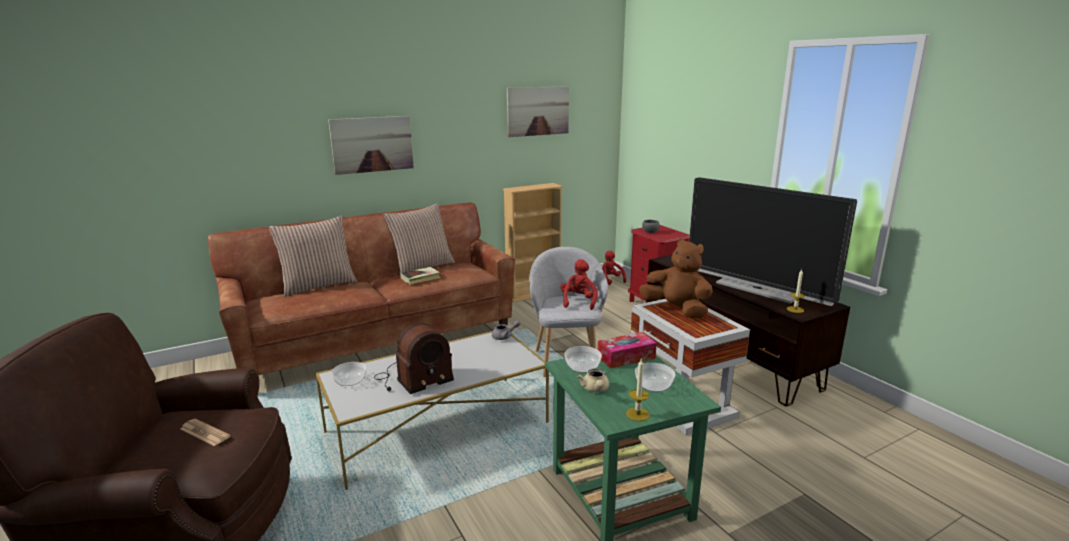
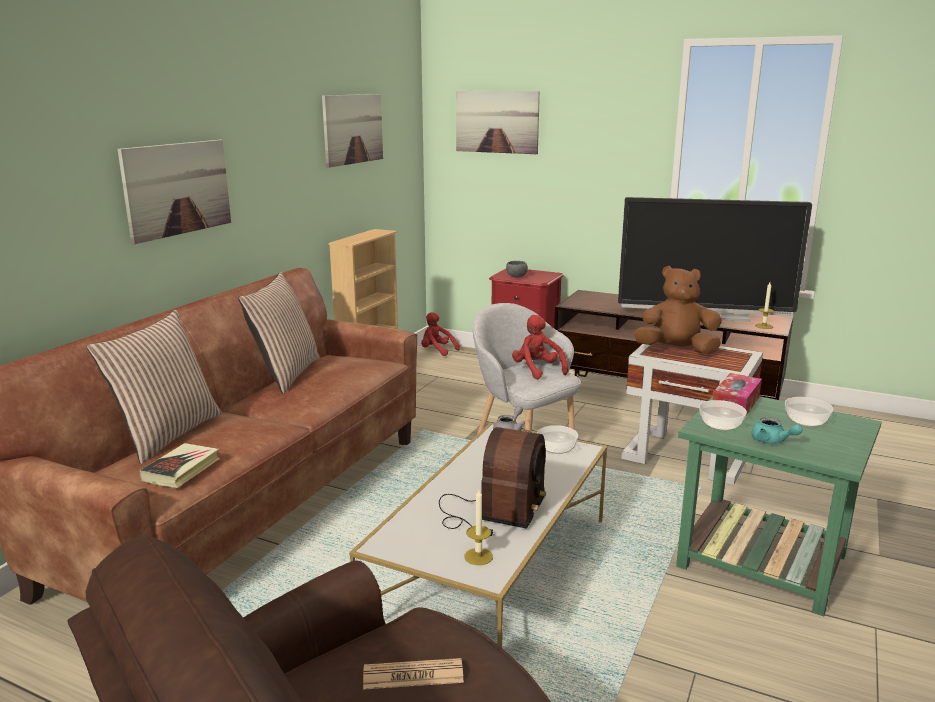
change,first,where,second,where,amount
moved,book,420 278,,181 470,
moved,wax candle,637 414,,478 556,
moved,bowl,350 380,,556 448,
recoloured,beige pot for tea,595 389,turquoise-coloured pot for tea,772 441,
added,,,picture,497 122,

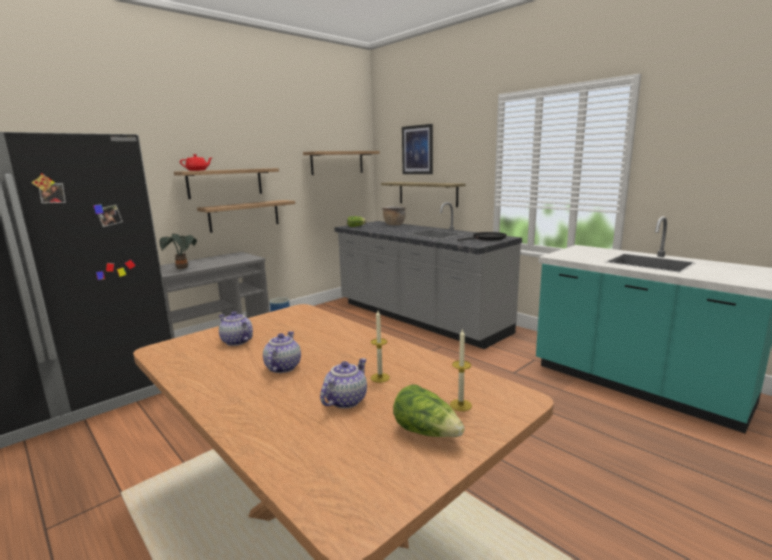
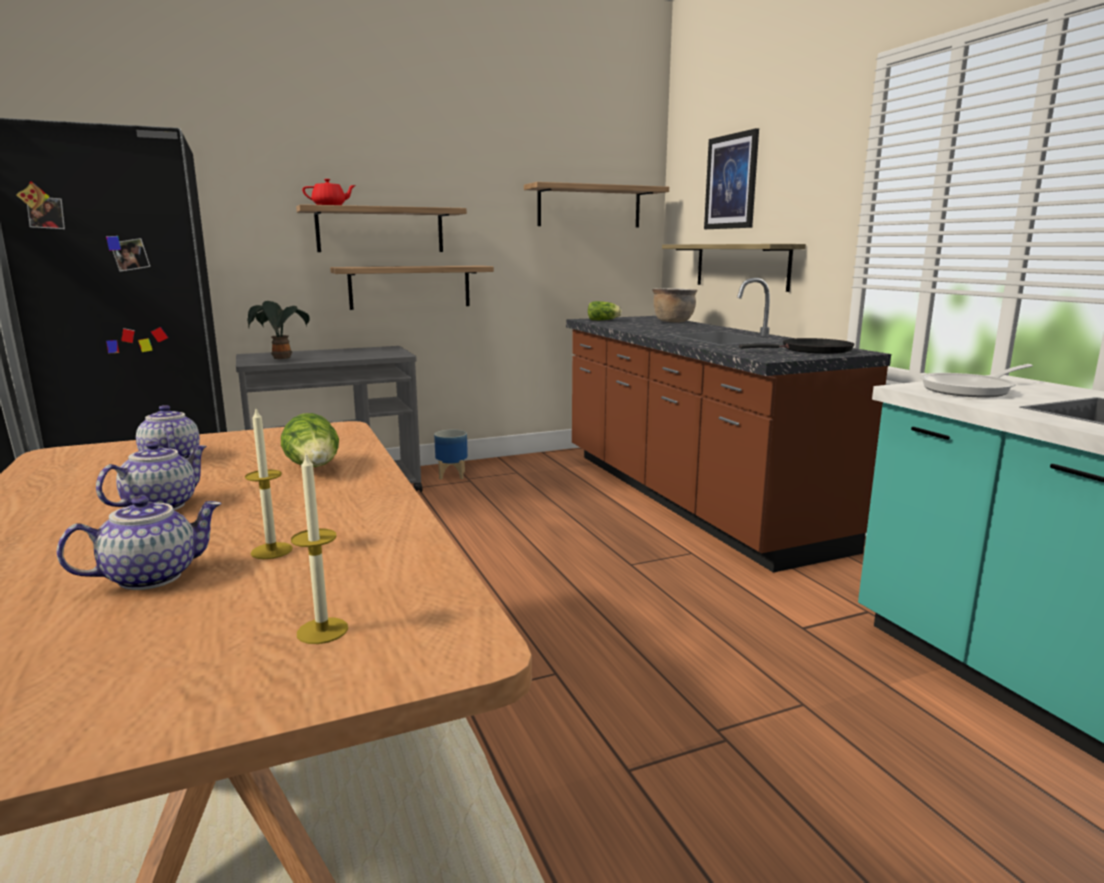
change,first,where,second,where,amount
recoloured,gray counter,418 318,brownish counter,688 498,
moved,lettuce head,427 432,,315 468,
added,,,pan,971 390,

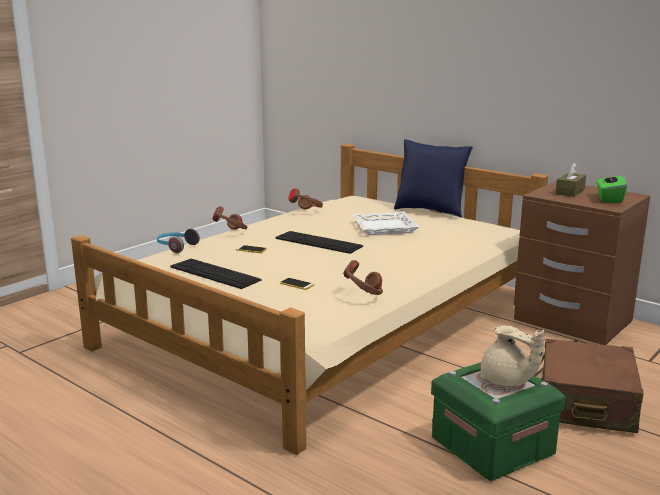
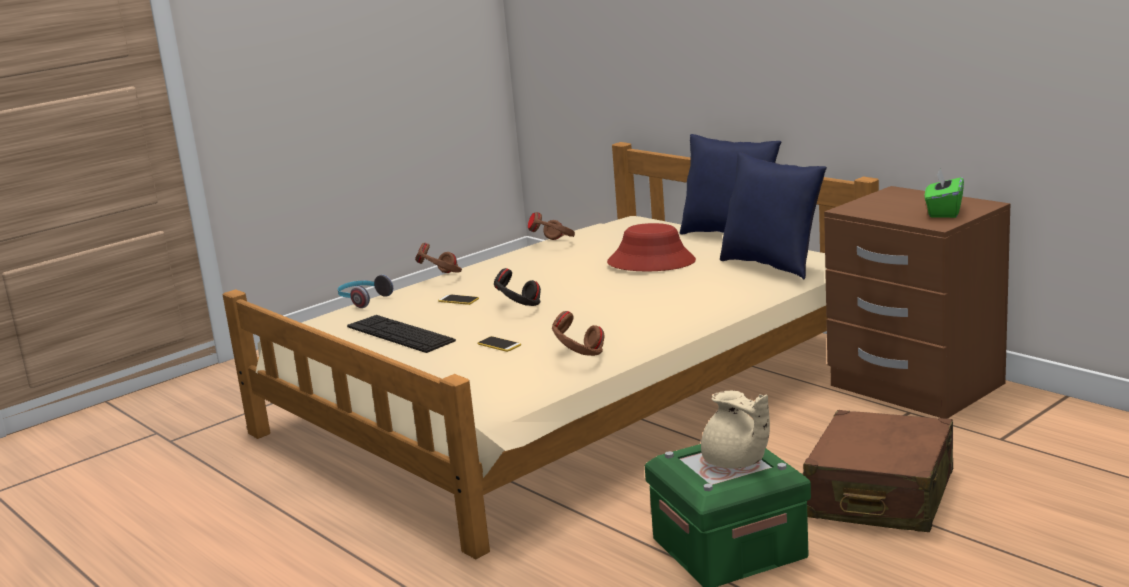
change,first,where,second,where,amount
removed,brownish tissue holder,570 192,,,
replaced,whitish carrying tray,384 227,red-coloured clothing hat,651 262,
removed,PC keyboard,318 242,,,
added,,,bluish cushion,772 265,
added,,,black headphones,519 308,

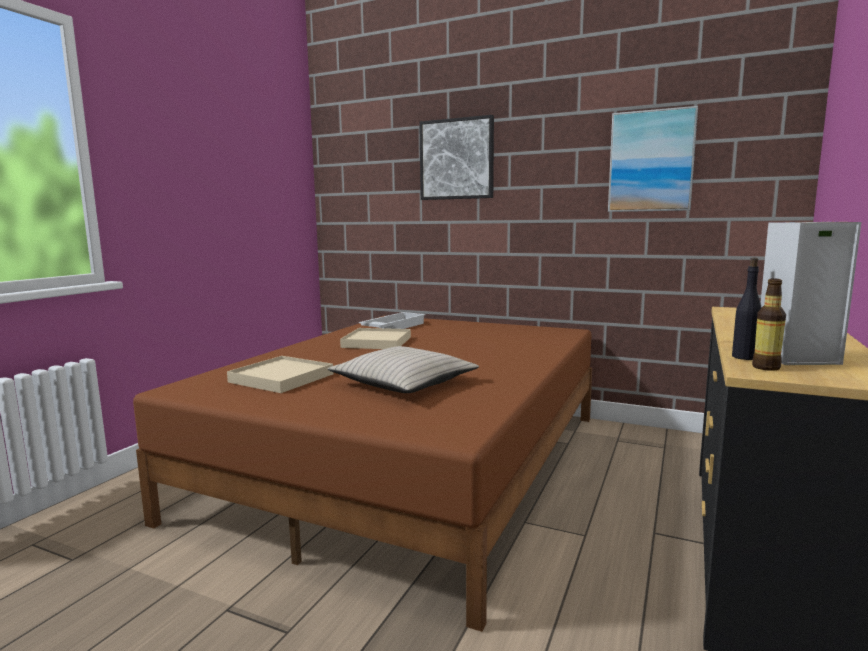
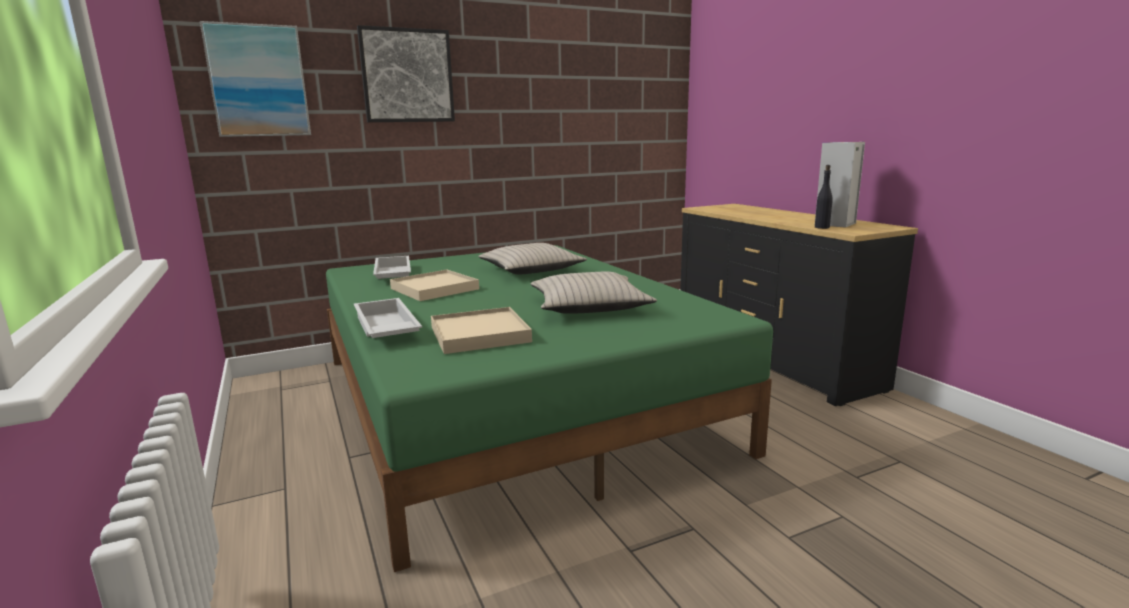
change,first,where,second,where,amount
moved,picture,651 161,,258 81,
removed,beverage bottle,765 367,,,
recoloured,brownish bed,412 462,green bed,510 401,
added,,,beige cushion,531 270,
added,,,whitish carrying tray,385 329,

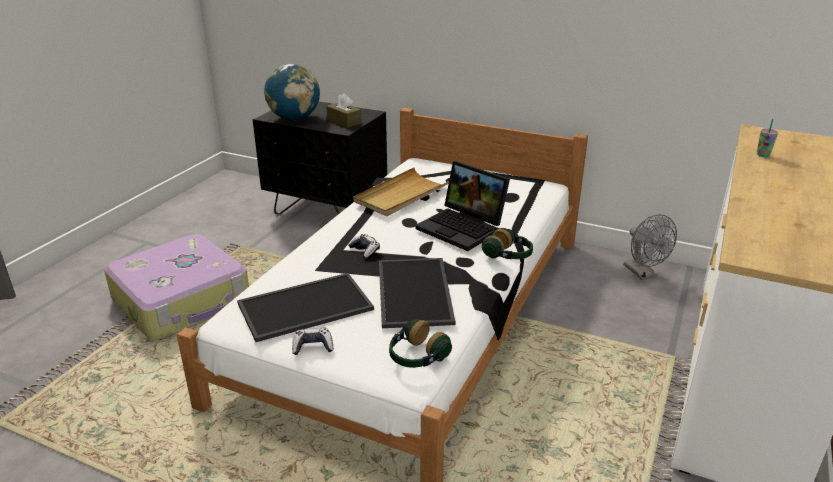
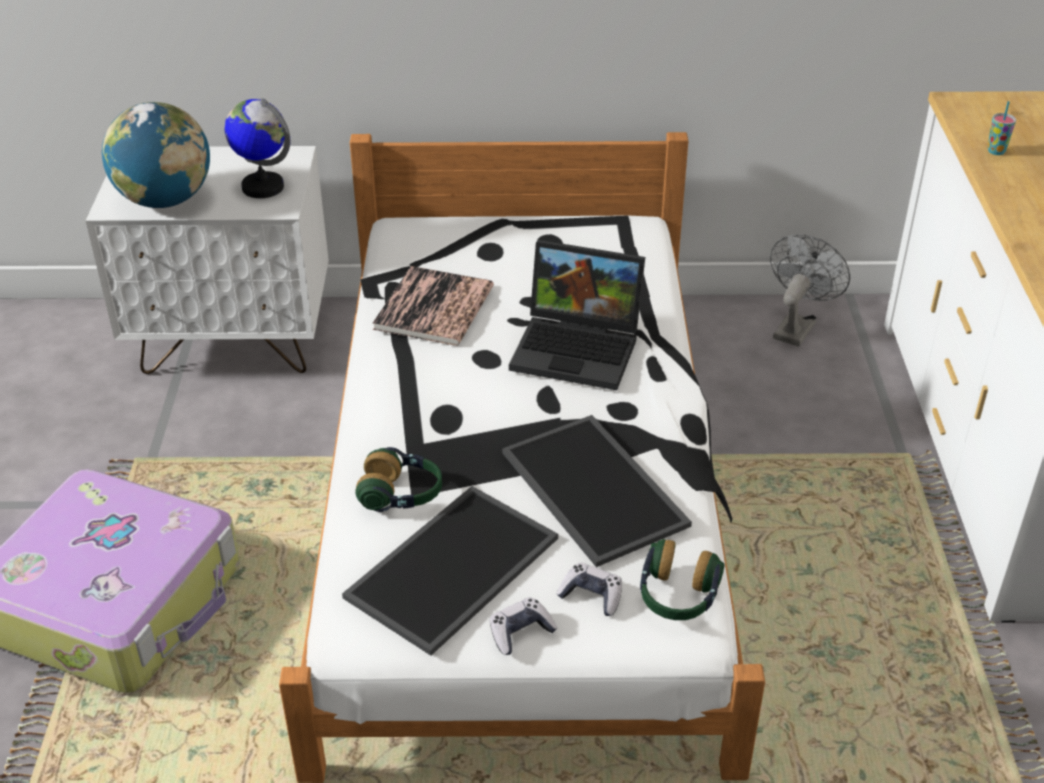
change,first,where,second,where,amount
replaced,brownish tissue holder,344 121,desk globe,263 187,
recoloured,black night table,327 211,whitish night table,234 341,
replaced,beige carrying tray,401 195,book,434 308,
turned,gray fan,643 274,,796 326,105 degrees counterclockwise
moved,headphones,508 256,,401 495,
moved,gamepad,365 250,,591 596,

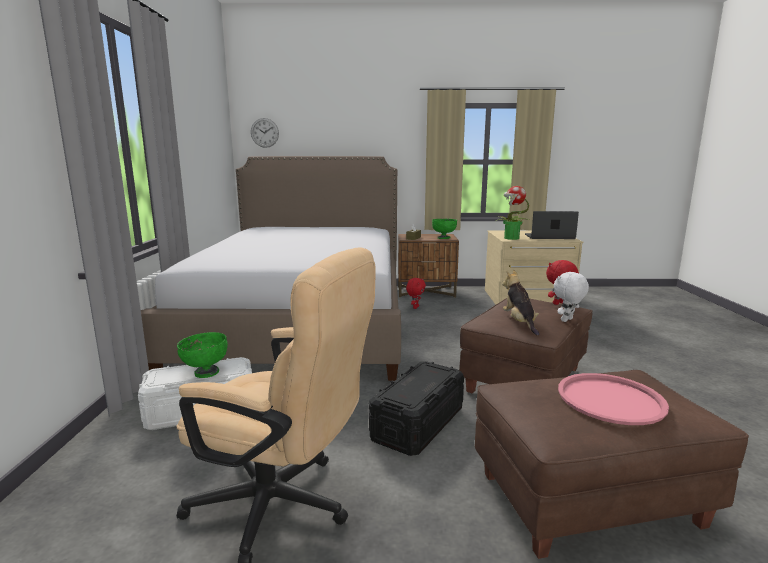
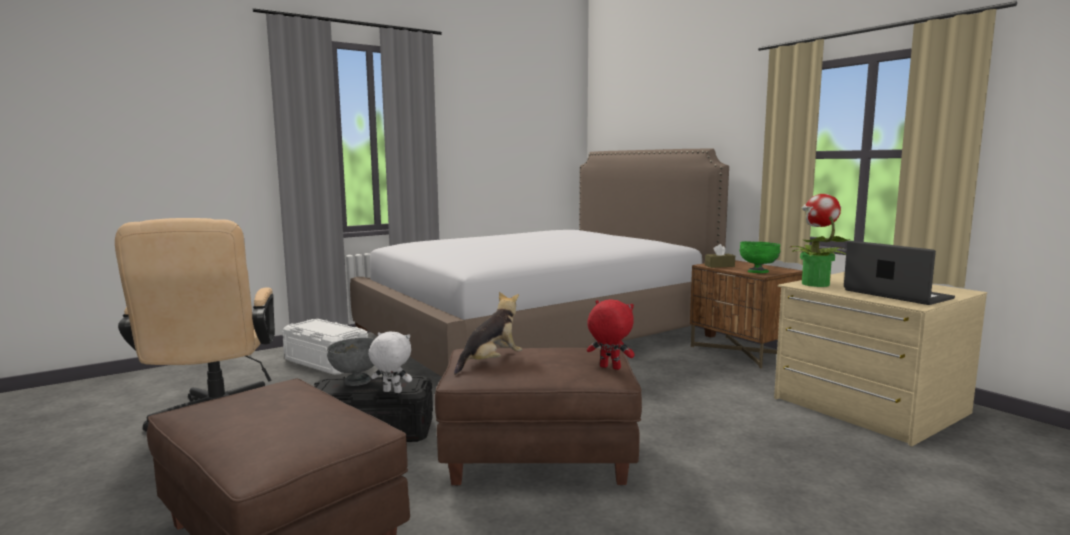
change,first,where,second,where,amount
removed,clock on the wall,264 132,,,
moved,whitish cuddly toy,567 320,,391 392,
removed,red-coloured cuddly toy,415 307,,,
removed,green bowl,206 373,,,
removed,pink carrying tray,610 399,,,
added,,,gray bowl,356 381,

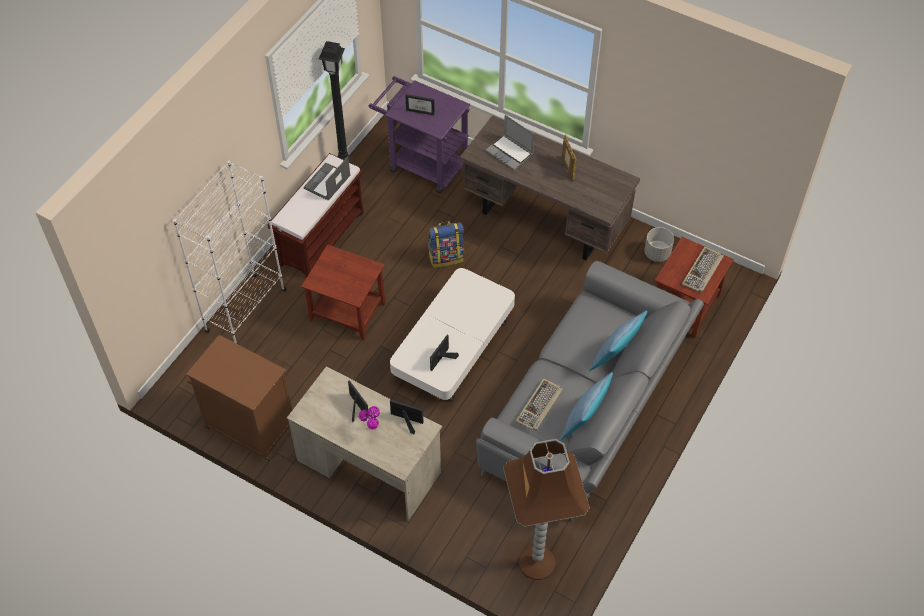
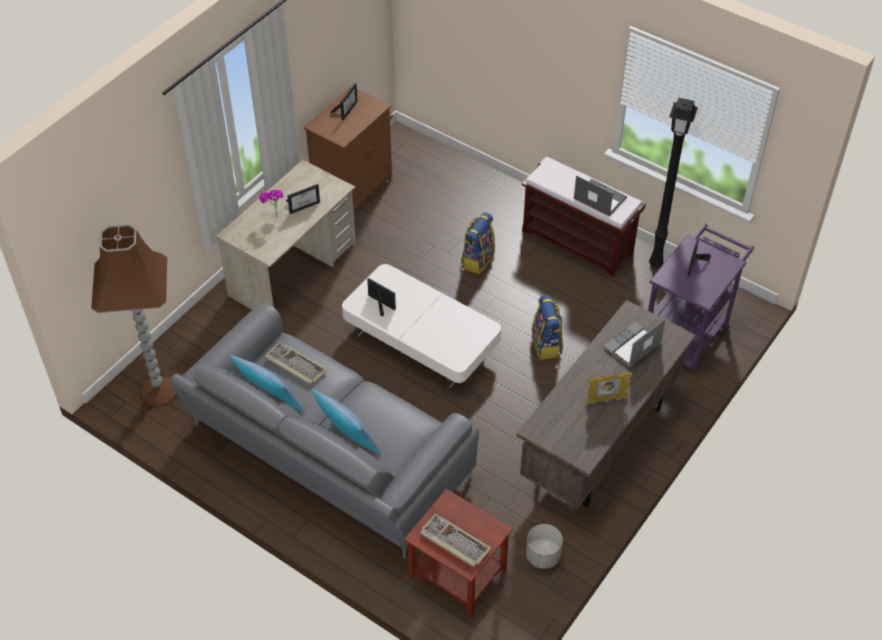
change,first,where,second,where,amount
removed,whitish bookcase,245 311,,,
replaced,brownish accent table,347 312,rucksack,477 259,
moved,picture frame,405 421,,347 109,

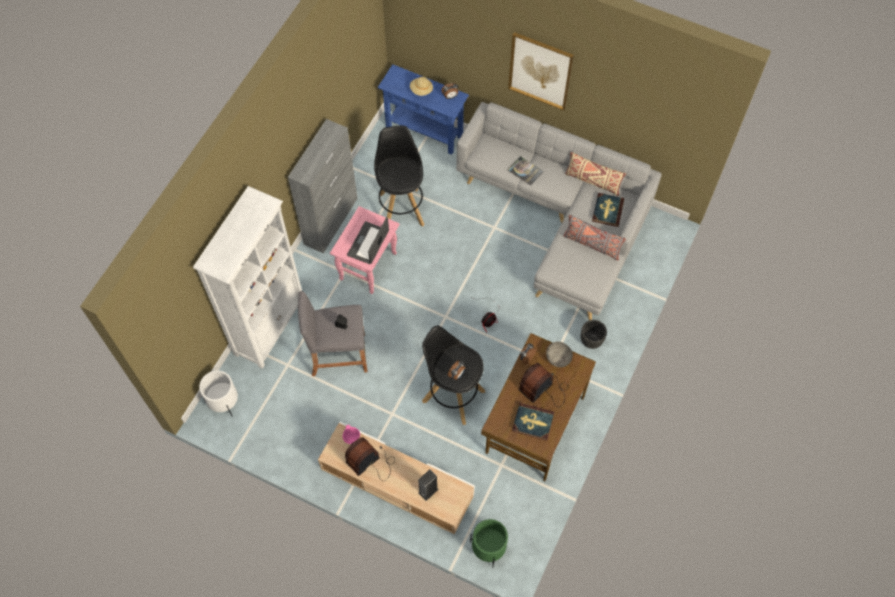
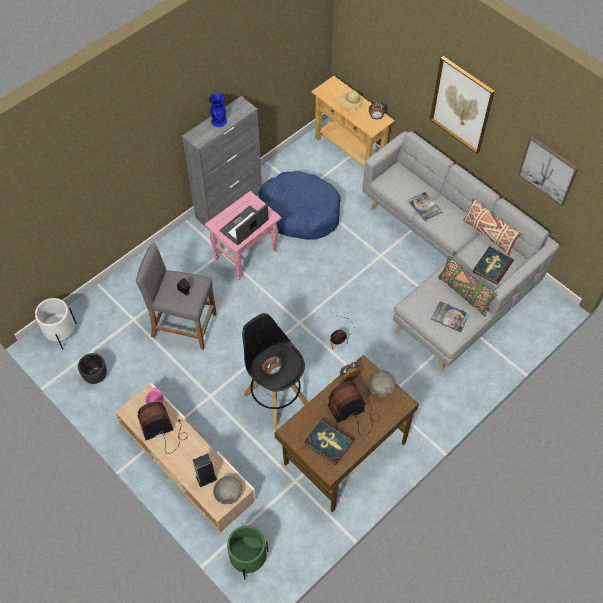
change,first,where,second,where,amount
recoloured,bluish console table,424 131,beige console table,349 151,
replaced,black stool,401 208,bluish dog cushion,299 212,
removed,whitish bookcase,270 326,,,
recoloured,gray cushion,592 244,green cushion,464 293,
moved,black plant pot,590 341,,95 376,
added,,,bluish vase,219 121,
added,,,picture,548 170,
added,,,book,450 317,
added,,,gray bowl,228 493,

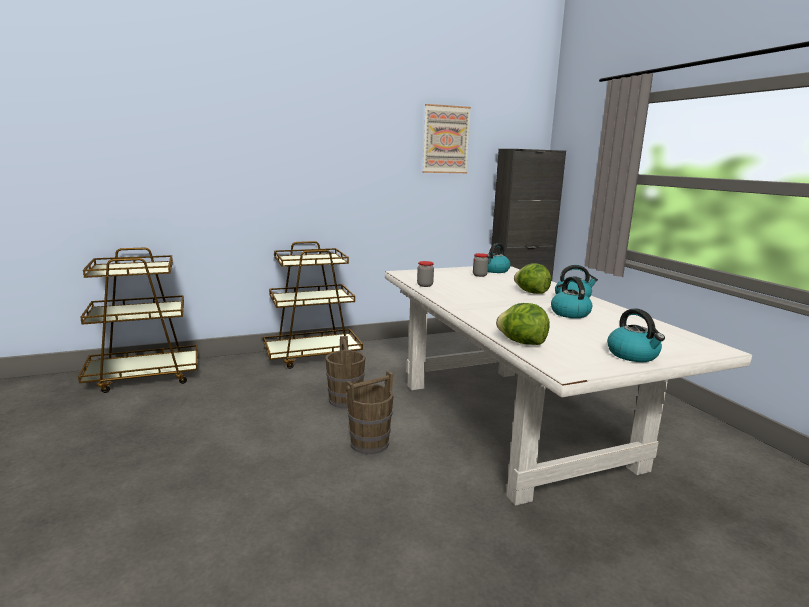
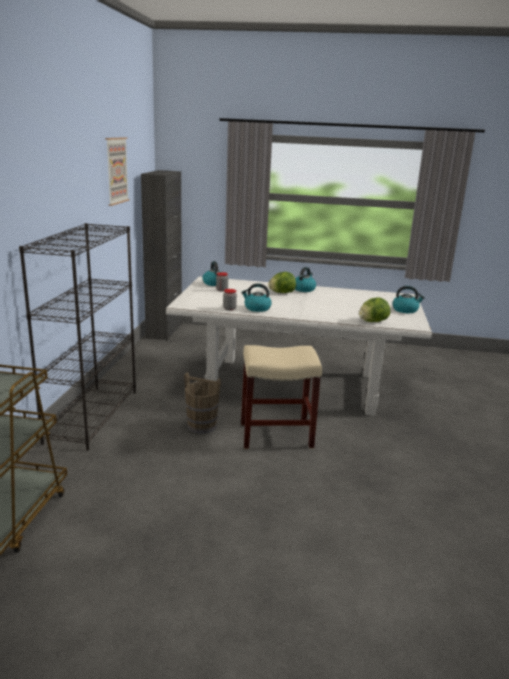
change,first,where,second,where,amount
replaced,brownish trolley,313 355,black bookcase,92 415,
moved,water kettle,569 313,,257 308,
replaced,brownish pail,369 443,beige stool,275 435,

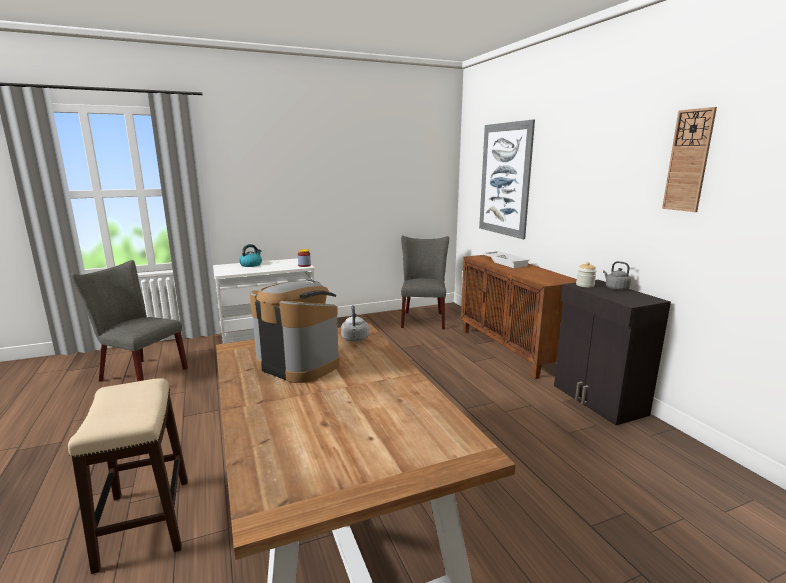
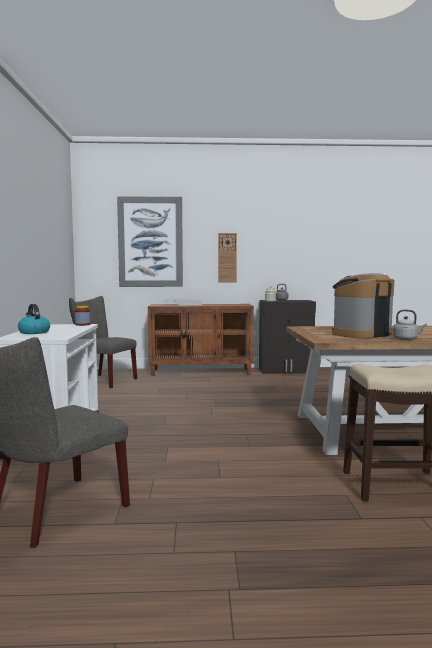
change,first,where,second,where,amount
moved,clock on the wall,688 161,,227 258,
moved,gray water kettle,355 339,,406 339,

